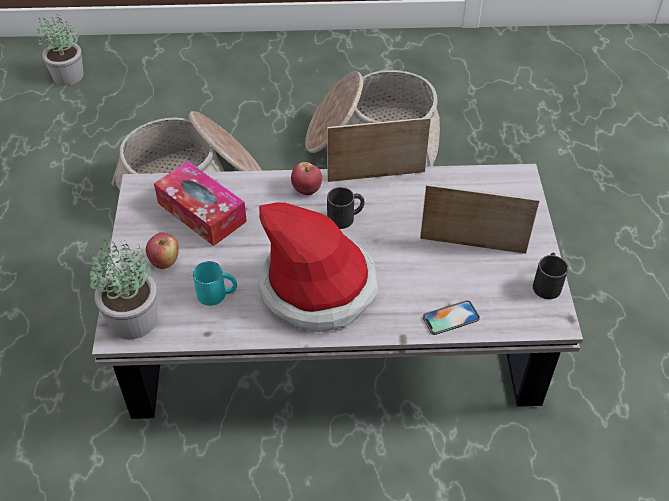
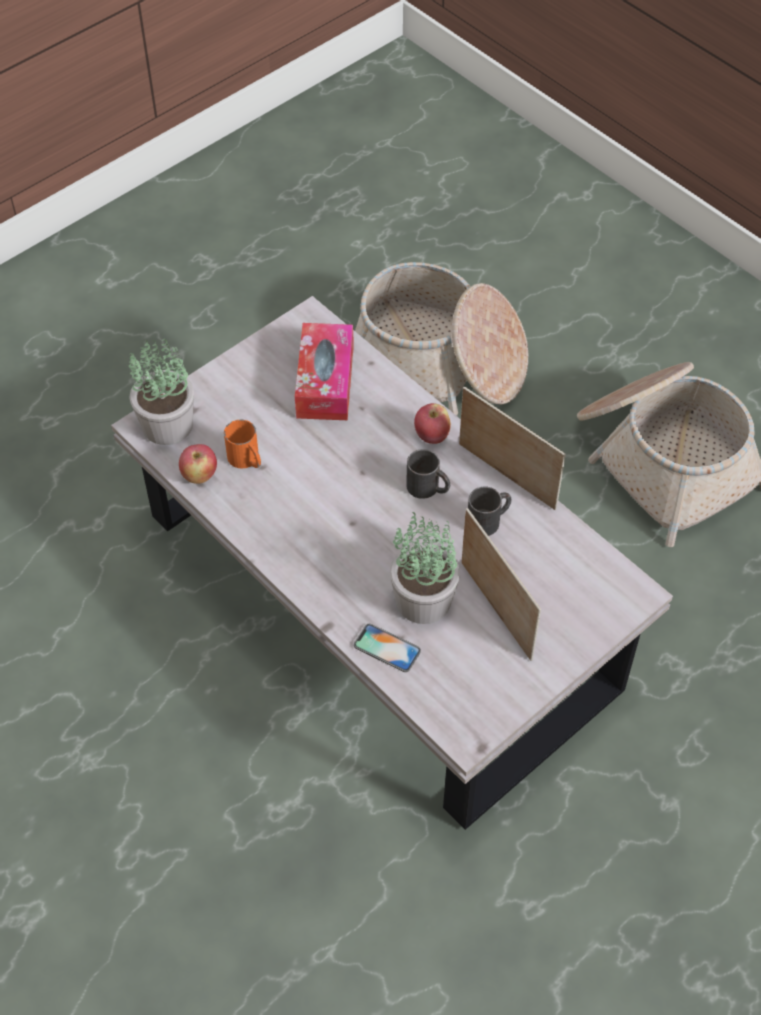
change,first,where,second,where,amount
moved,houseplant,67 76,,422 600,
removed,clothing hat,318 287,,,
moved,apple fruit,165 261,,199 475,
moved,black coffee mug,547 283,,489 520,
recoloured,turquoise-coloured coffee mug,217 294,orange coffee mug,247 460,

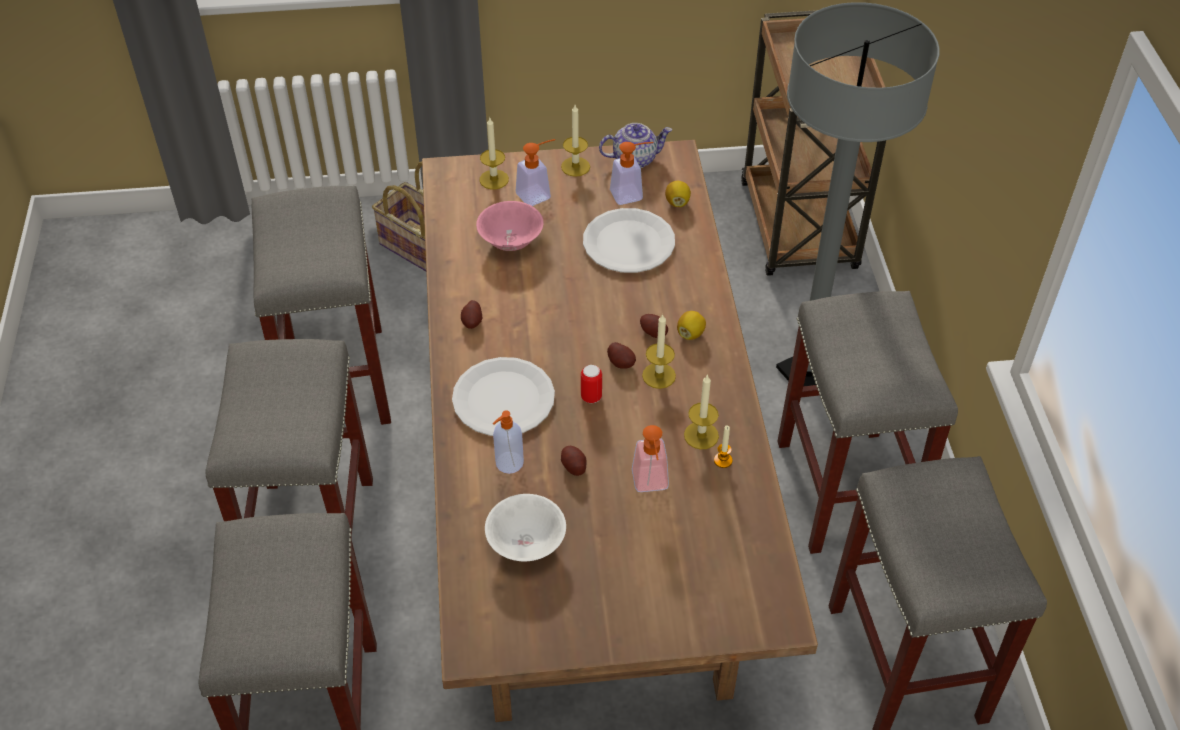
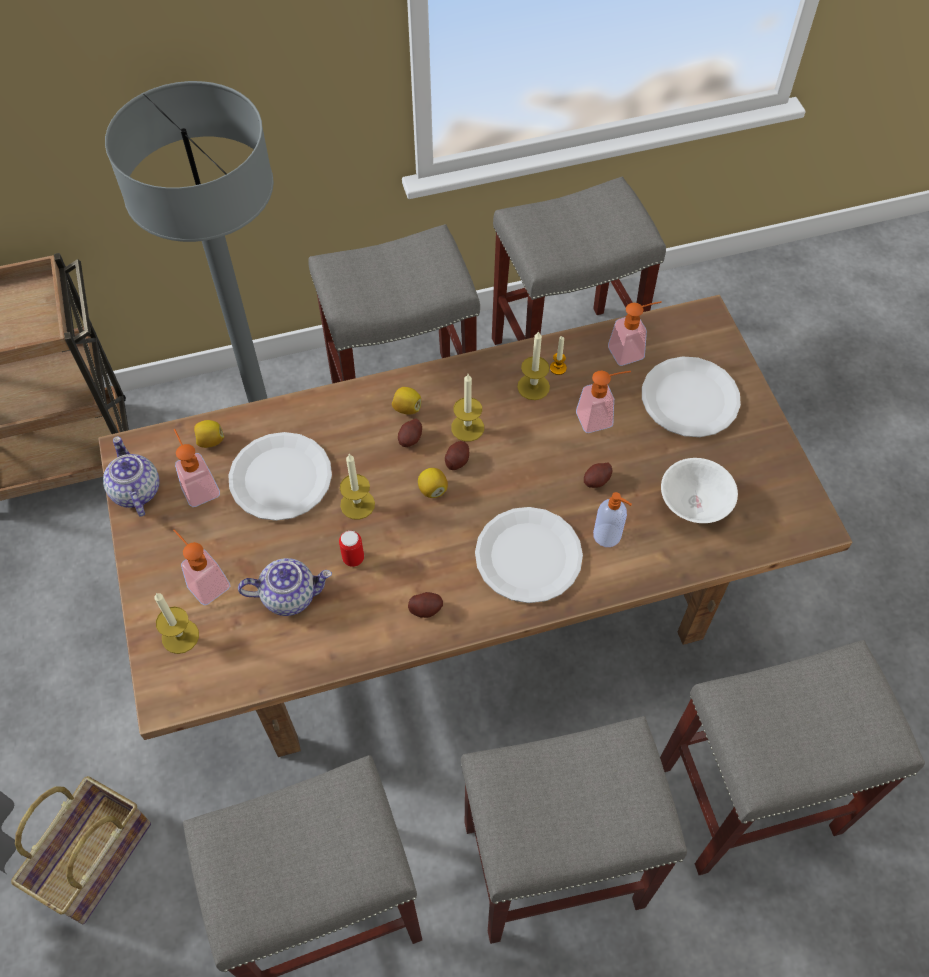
change,first,where,second,where,amount
moved,wax candle,575 166,,357 504,
replaced,pink bowl,511 241,pot for tea,290 595,
moved,metal can,591 397,,353 558,
added,,,soap bottle,631 351,
added,,,whitish plate,690 398,
added,,,lemon,432 489,

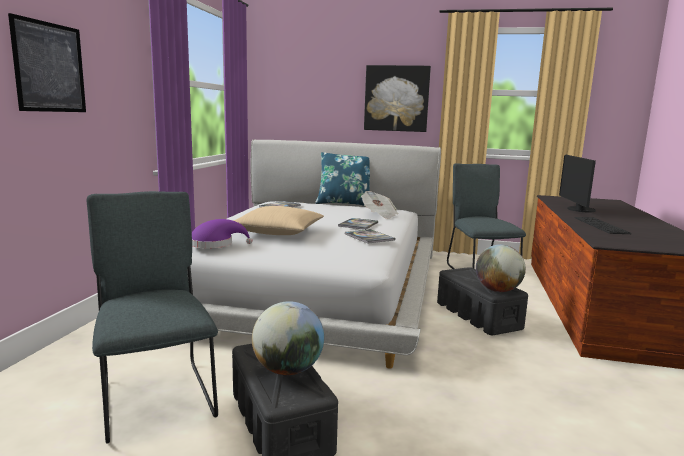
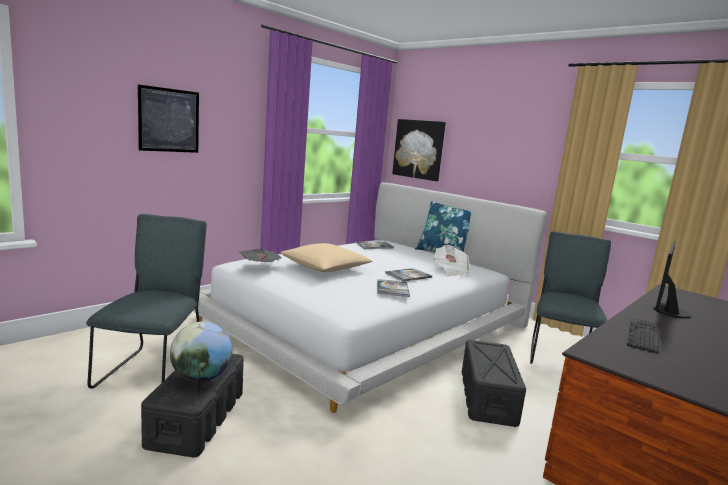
change,first,where,second,where,amount
moved,picture,396 98,,419 149,
replaced,purplish clothing hat,215 244,newspaper,260 267,
removed,desk globe,498 290,,,

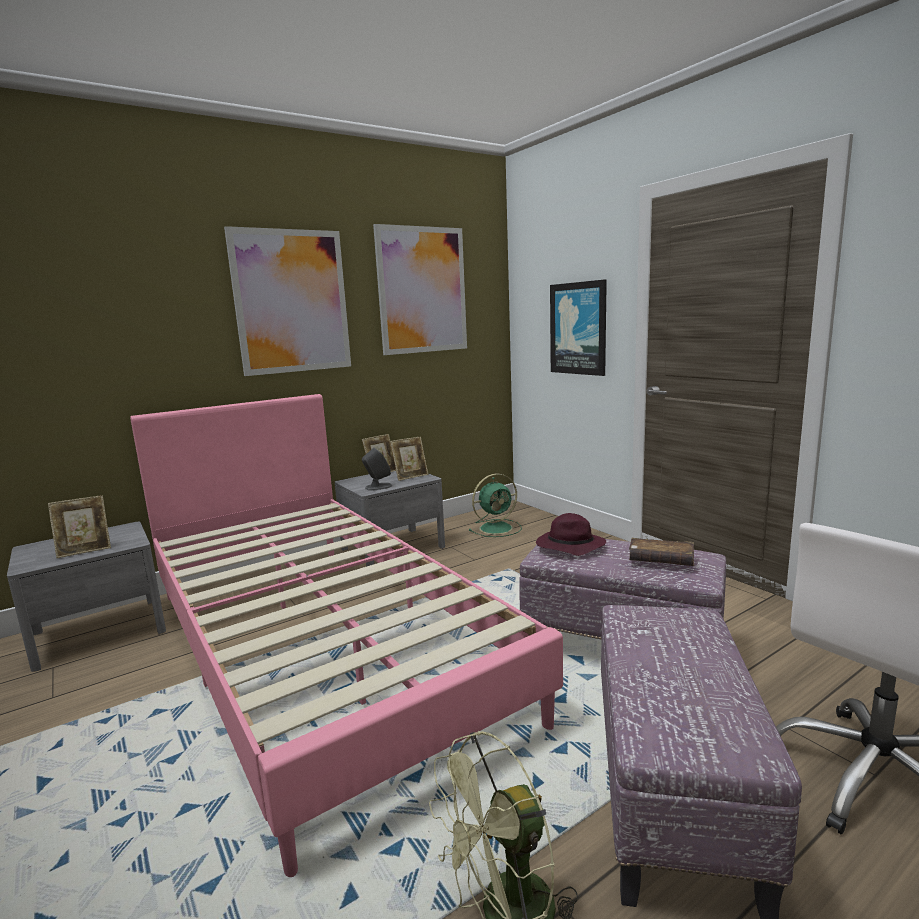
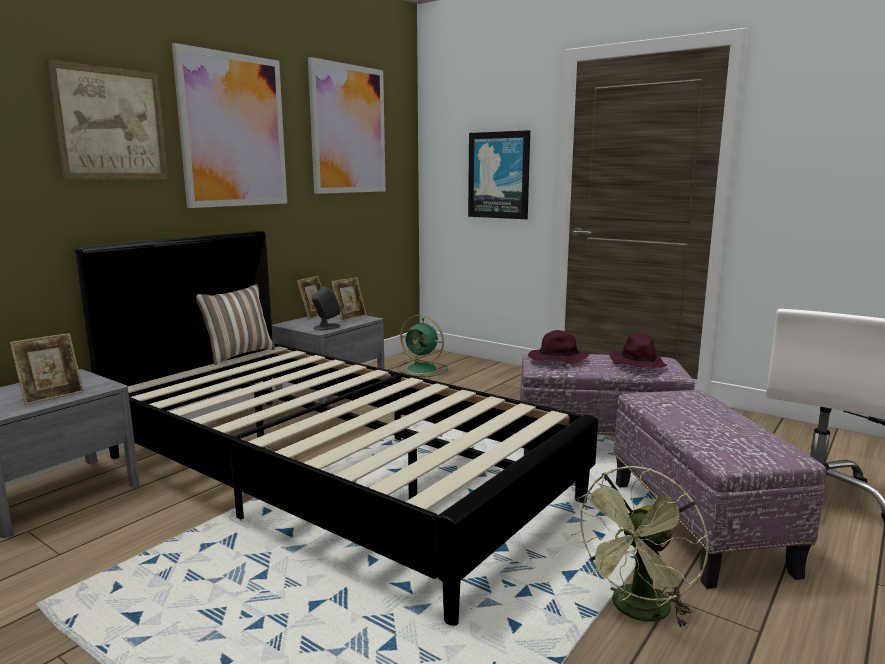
change,first,where,second,where,amount
recoloured,pink bed,319 648,black bed,329 477,
turned,green fan,497 528,,423 369,75 degrees clockwise
replaced,brownish book,661 561,purplish clothing hat,637 363,
added,,,picture,110 124,
added,,,cushion,238 354,

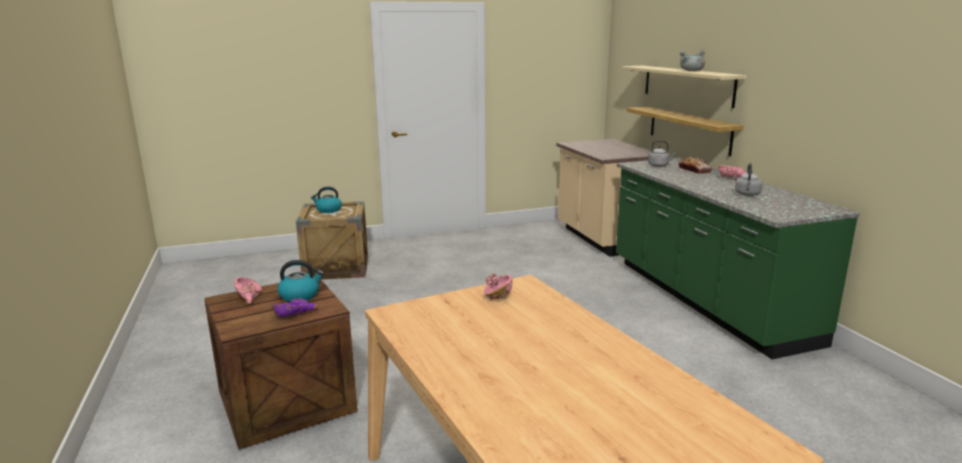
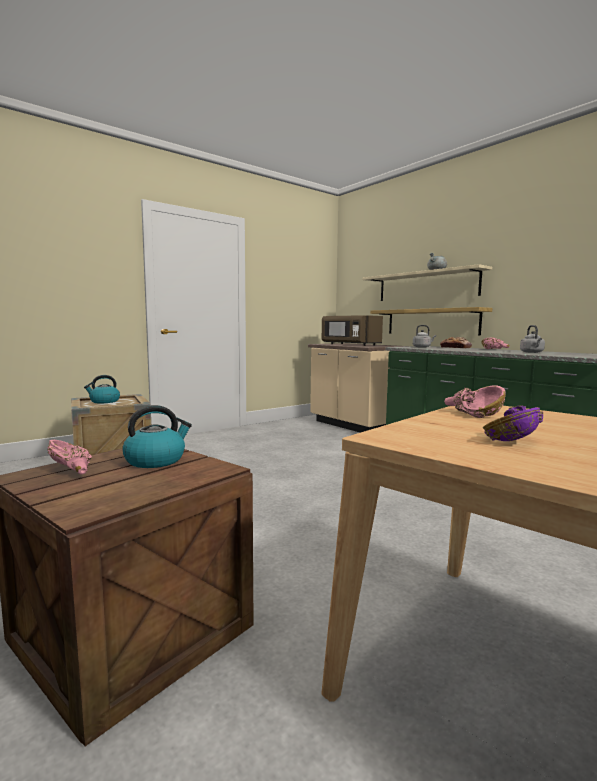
change,first,where,second,where,amount
moved,purplish bowl,295 315,,513 439,
added,,,brownish microwave oven,349 344,

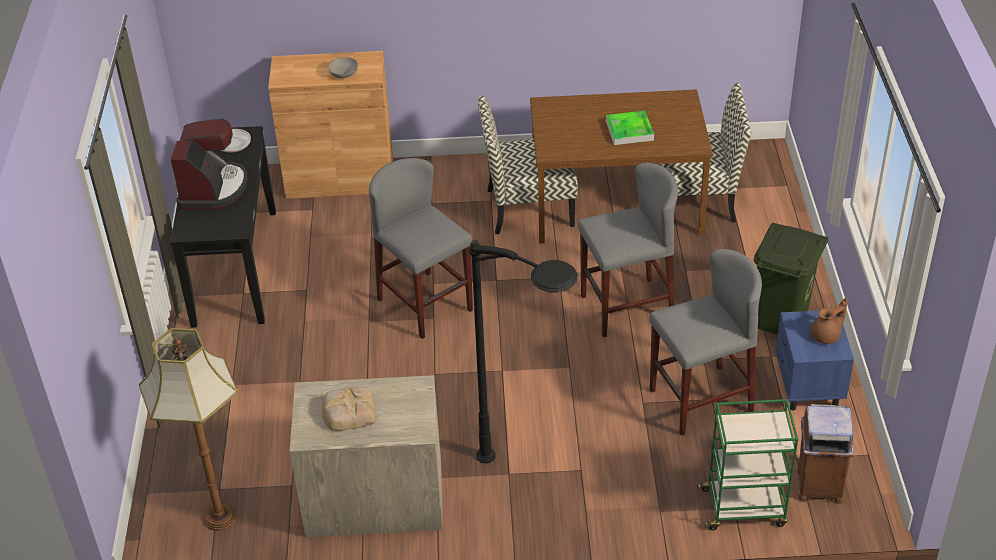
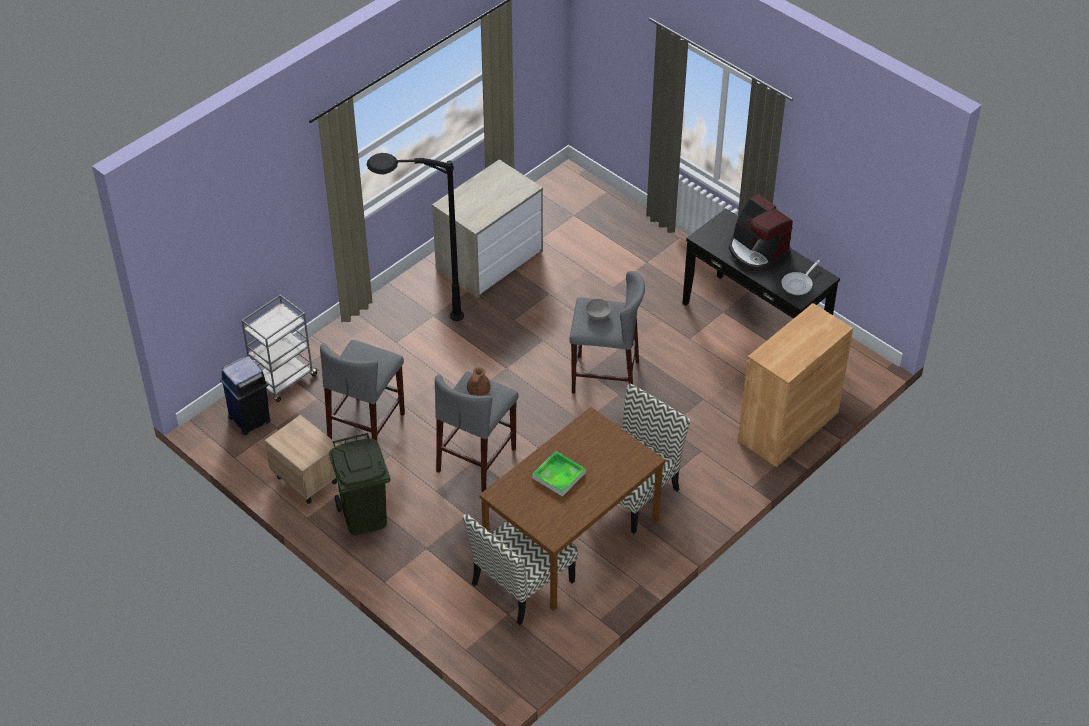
change,first,where,second,where,amount
moved,gray bowl,344 74,,597 314,
moved,brownish pot for tea,826 336,,478 391,
recoloured,bluish night table,808 387,beige night table,306 479,
removed,floor lamp,218 518,,,
removed,bakery bread,348 411,,,
recoloured,green trolley,744 507,gray trolley,283 380,
recoloured,brownish trash can,818 486,bluish trash can,250 419,

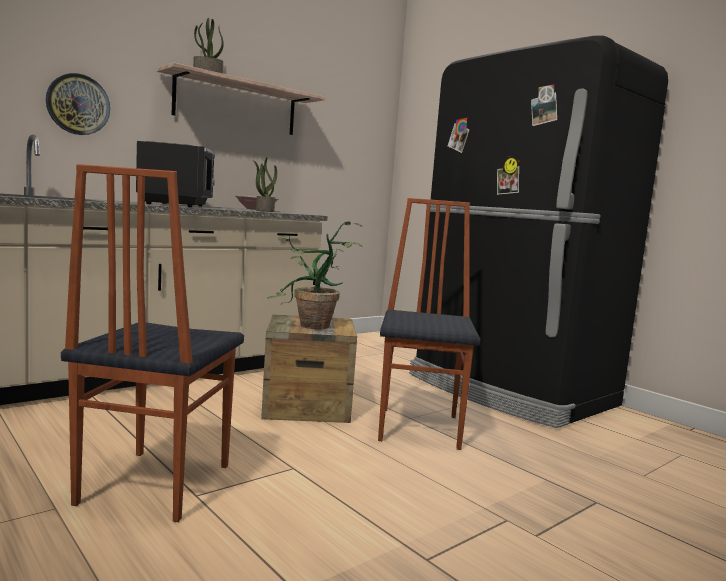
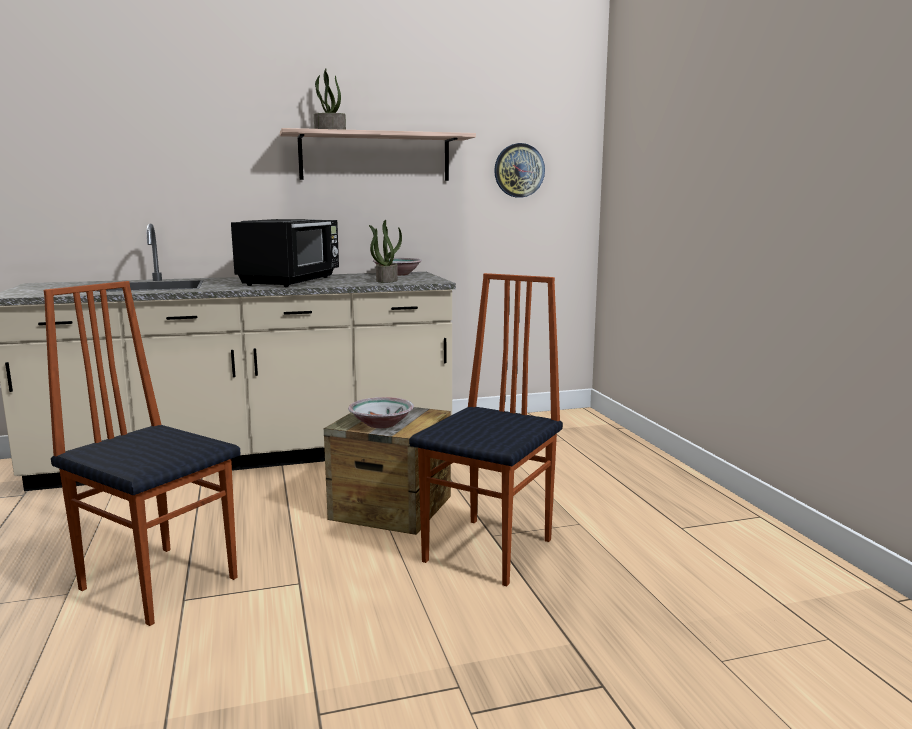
change,first,where,second,where,amount
removed,black refrigerator,509 391,,,
moved,clock on the wall,78 104,,519 170,
turned,plain chair,153 484,,160 582,90 degrees clockwise
replaced,houseplant,311 327,bowl,380 424,

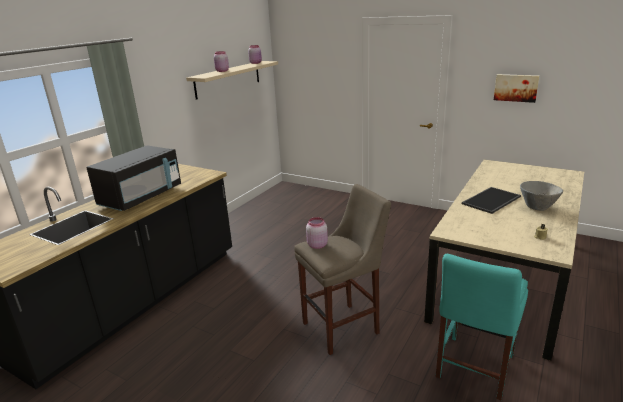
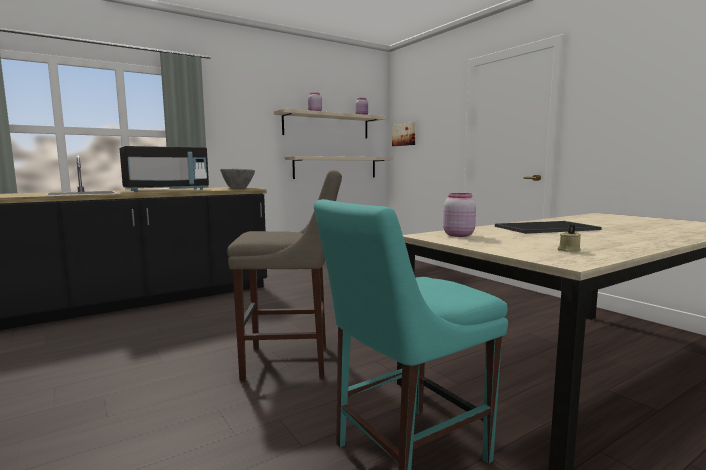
change,first,where,second,where,amount
moved,picture,516 87,,404 134,
moved,gray bowl,537 207,,238 188,
moved,pink storage jar,316 245,,458 235,
added,,,beige bracket shelf,335 167,

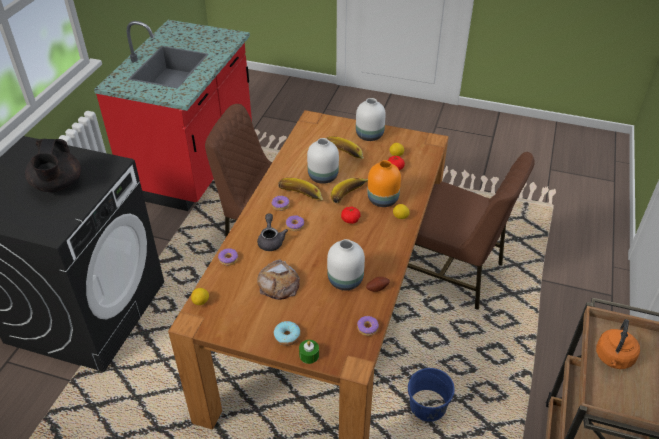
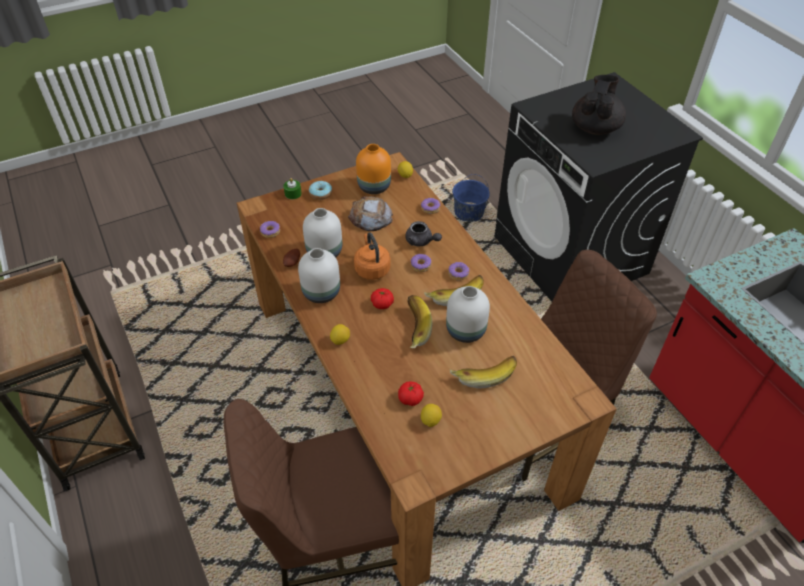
change,first,where,second,where,amount
moved,whitish vase,368 135,,322 292,
turned,black pot for tea,58 185,,595 128,75 degrees clockwise
moved,orange vase,382 199,,375 186,
moved,orange water kettle,613 358,,372 268,
moved,bluish pail,428 406,,468 212,

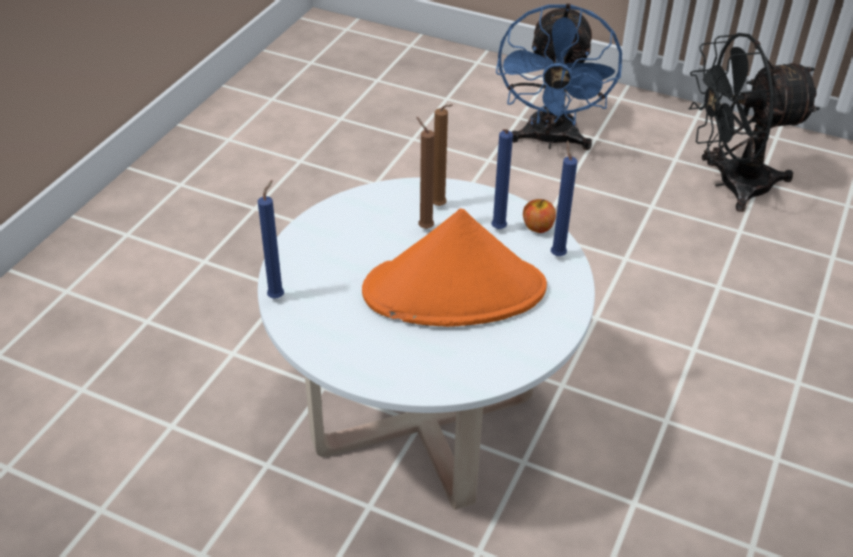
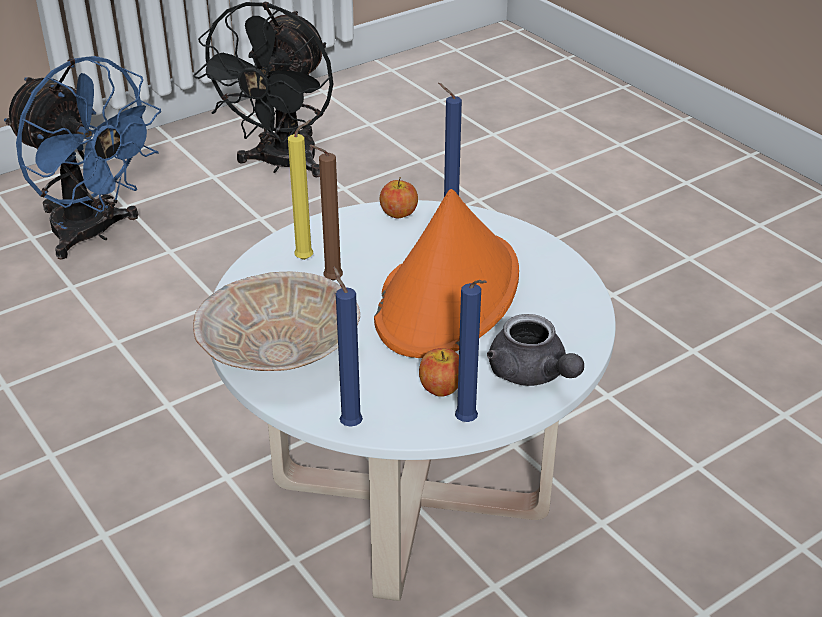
change,first,where,second,where,amount
recoloured,brownish wax candle,440 207,yellowish wax candle,307 259,
moved,bluish wax candle,497 230,,468 423,
added,,,beige bowl,277 353,
added,,,gray pot for tea,532 374,
added,,,apple fruit,441 388,

